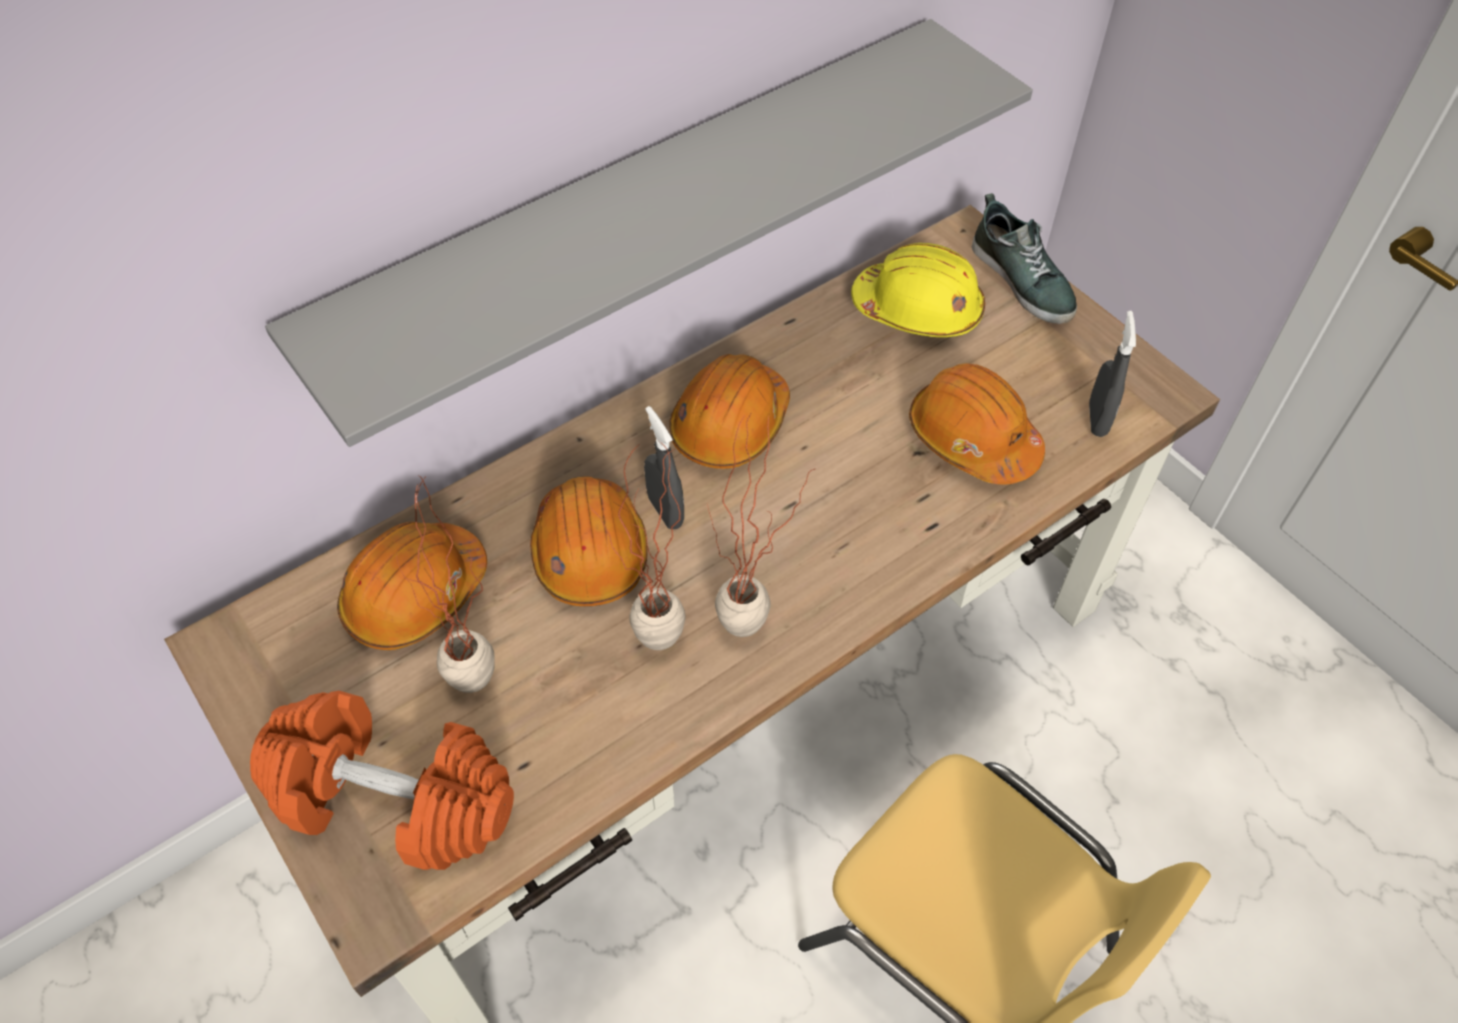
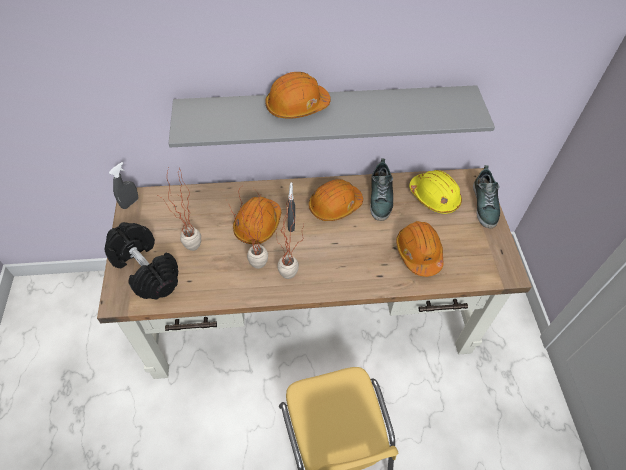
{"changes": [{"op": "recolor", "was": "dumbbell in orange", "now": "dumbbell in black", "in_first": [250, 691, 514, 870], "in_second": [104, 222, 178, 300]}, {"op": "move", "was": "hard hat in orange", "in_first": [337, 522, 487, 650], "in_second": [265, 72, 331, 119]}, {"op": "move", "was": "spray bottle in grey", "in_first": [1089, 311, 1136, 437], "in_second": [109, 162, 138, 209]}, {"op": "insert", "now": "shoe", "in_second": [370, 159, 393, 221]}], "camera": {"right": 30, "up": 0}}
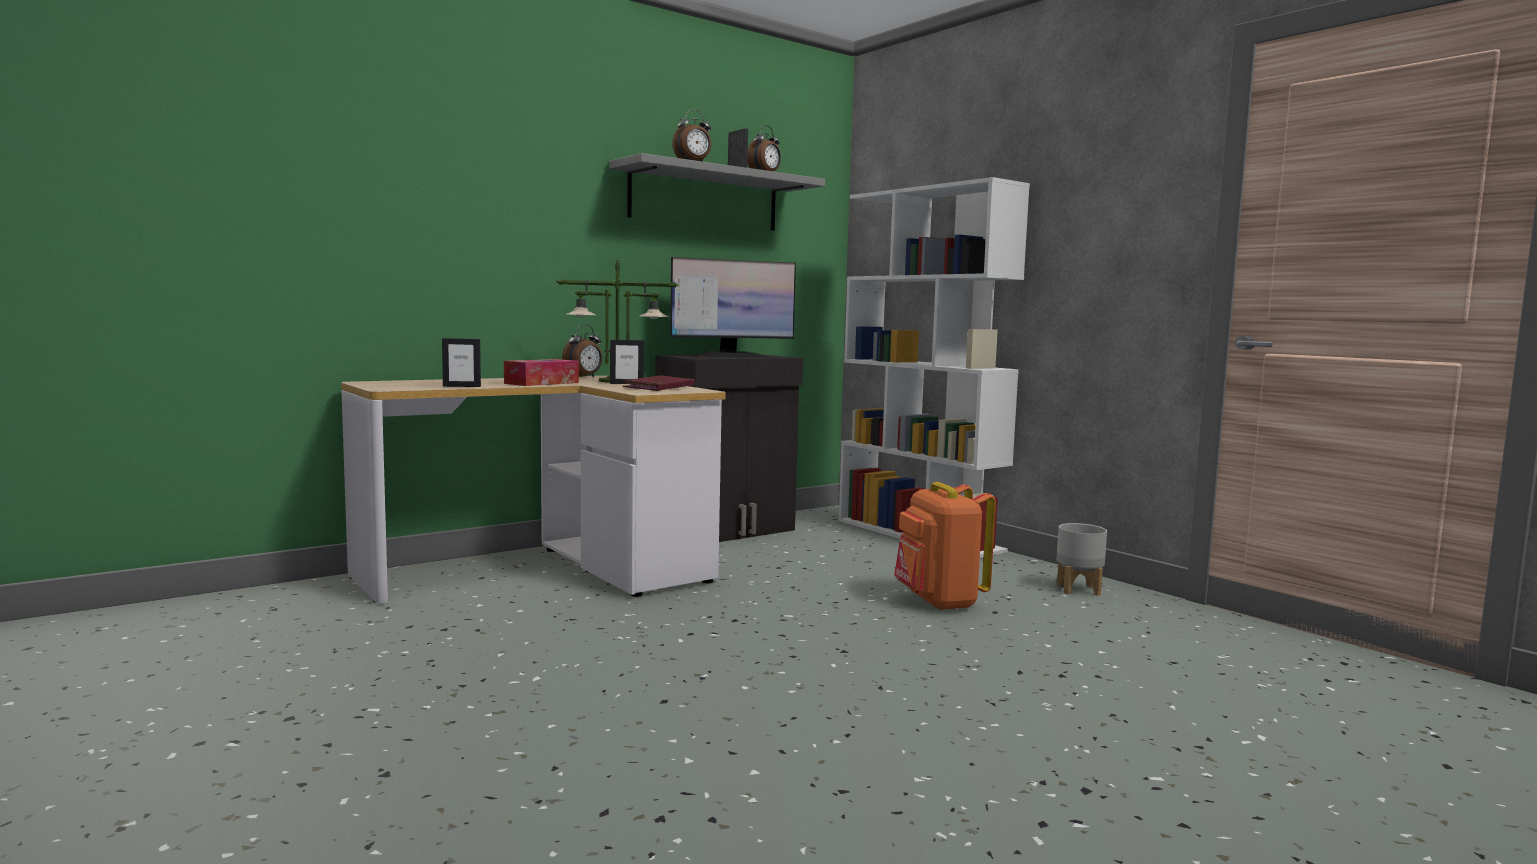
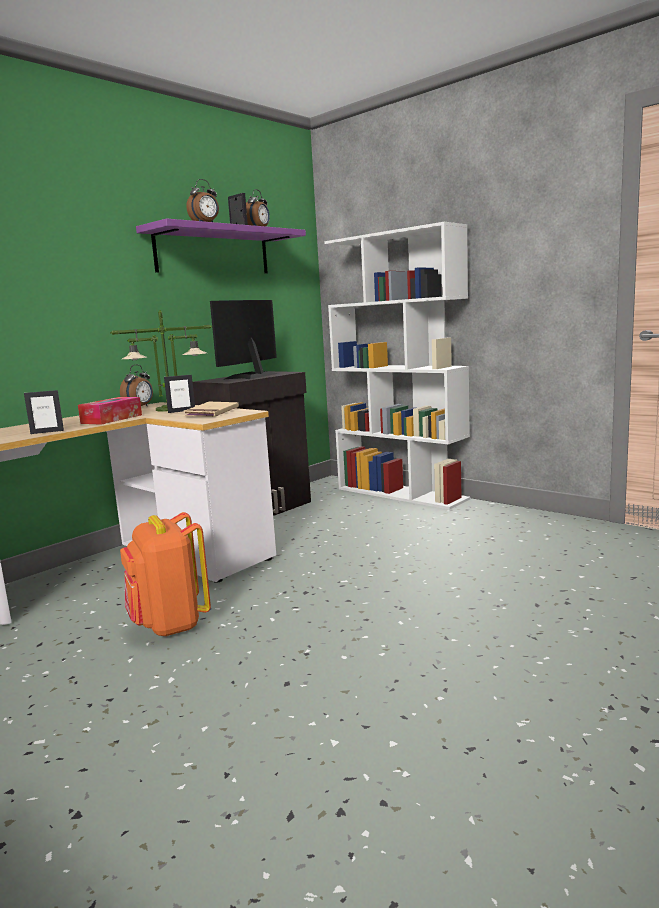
{"changes": [{"op": "recolor", "was": "shelf in grey", "now": "shelf in purple", "in_first": [609, 153, 825, 231], "in_second": [136, 218, 306, 273]}, {"op": "recolor", "was": "book in red", "now": "book in beige", "in_first": [623, 375, 695, 391], "in_second": [184, 402, 239, 417]}, {"op": "rotate", "was": "monitor", "in_first": [670, 257, 796, 358], "in_second": [210, 300, 278, 379], "clockwise": 150}, {"op": "move", "was": "backpack in orange", "in_first": [894, 482, 996, 611], "in_second": [120, 512, 211, 637]}, {"op": "delete", "was": "planter in grey", "in_first": [1056, 523, 1107, 596]}], "camera": {"right": -10, "up": 5}}
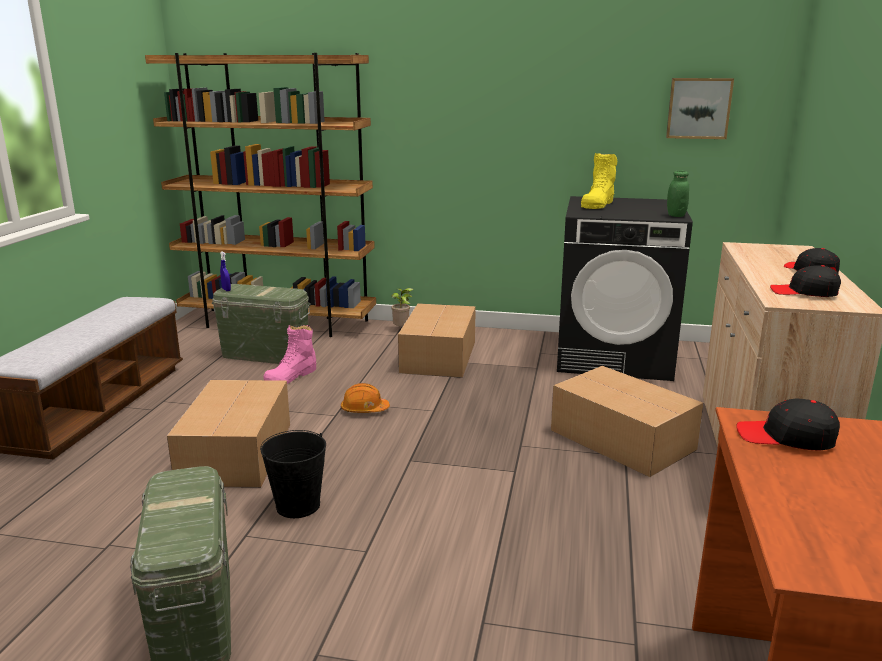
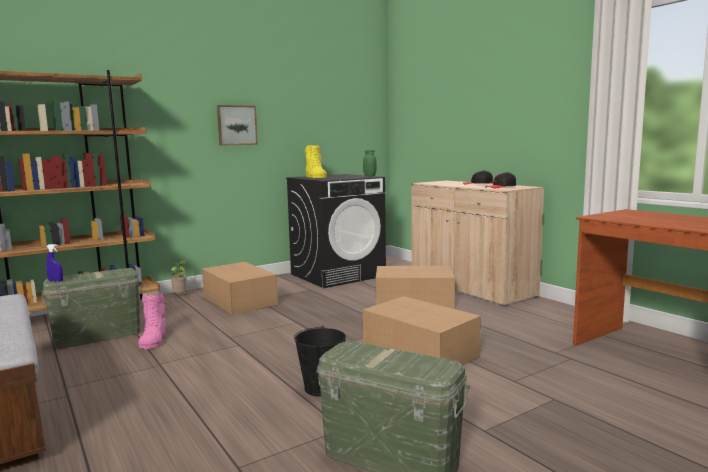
{"changes": [{"op": "move", "was": "cardboard box", "in_first": [167, 380, 290, 488], "in_second": [362, 296, 481, 365]}, {"op": "delete", "was": "hard hat in orange", "in_first": [341, 383, 390, 413]}, {"op": "move", "was": "picture", "in_first": [666, 78, 734, 139], "in_second": [217, 105, 258, 146]}, {"op": "delete", "was": "cap in black", "in_first": [736, 398, 840, 451]}], "camera": {"right": -45, "up": -10}}
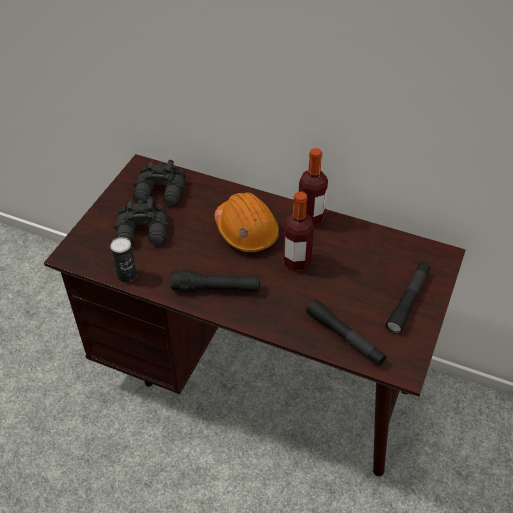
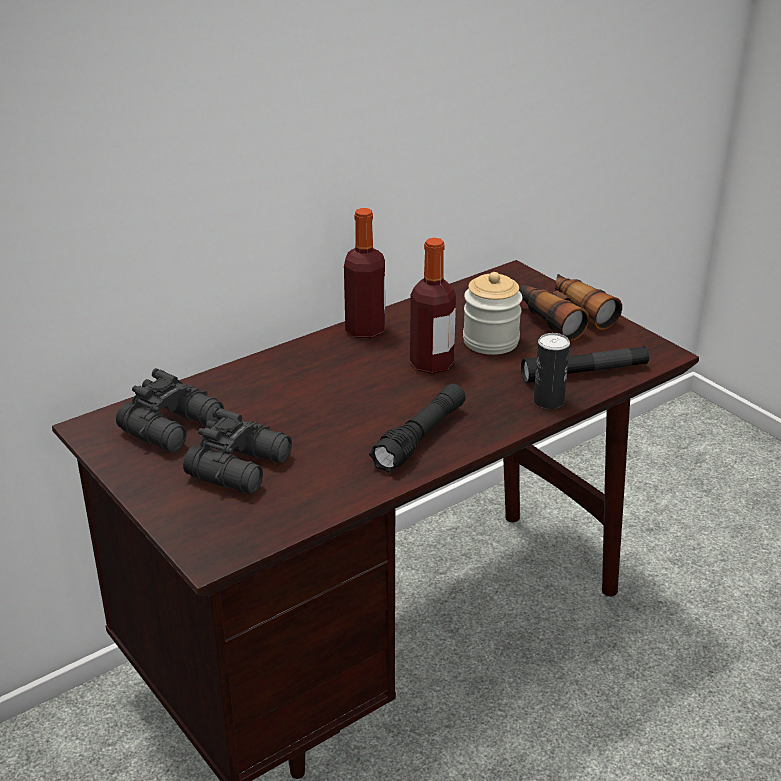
{"changes": [{"op": "move", "was": "can", "in_first": [110, 237, 137, 283], "in_second": [534, 333, 570, 409]}, {"op": "delete", "was": "hard hat in orange", "in_first": [214, 192, 279, 252]}, {"op": "replace", "was": "flashlight in black", "now": "binoculars", "in_first": [385, 262, 430, 334], "in_second": [519, 274, 622, 341]}, {"op": "insert", "now": "jar", "in_second": [463, 272, 522, 355]}], "camera": {"right": -60, "up": -15}}
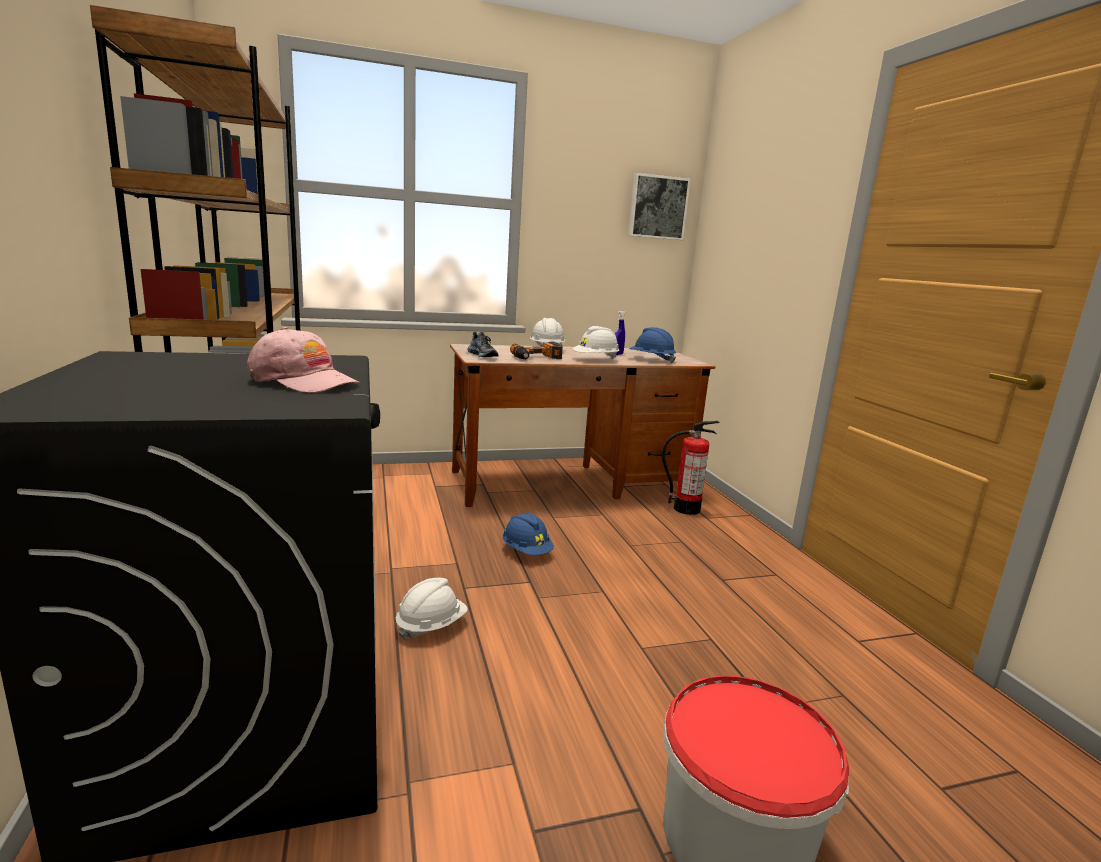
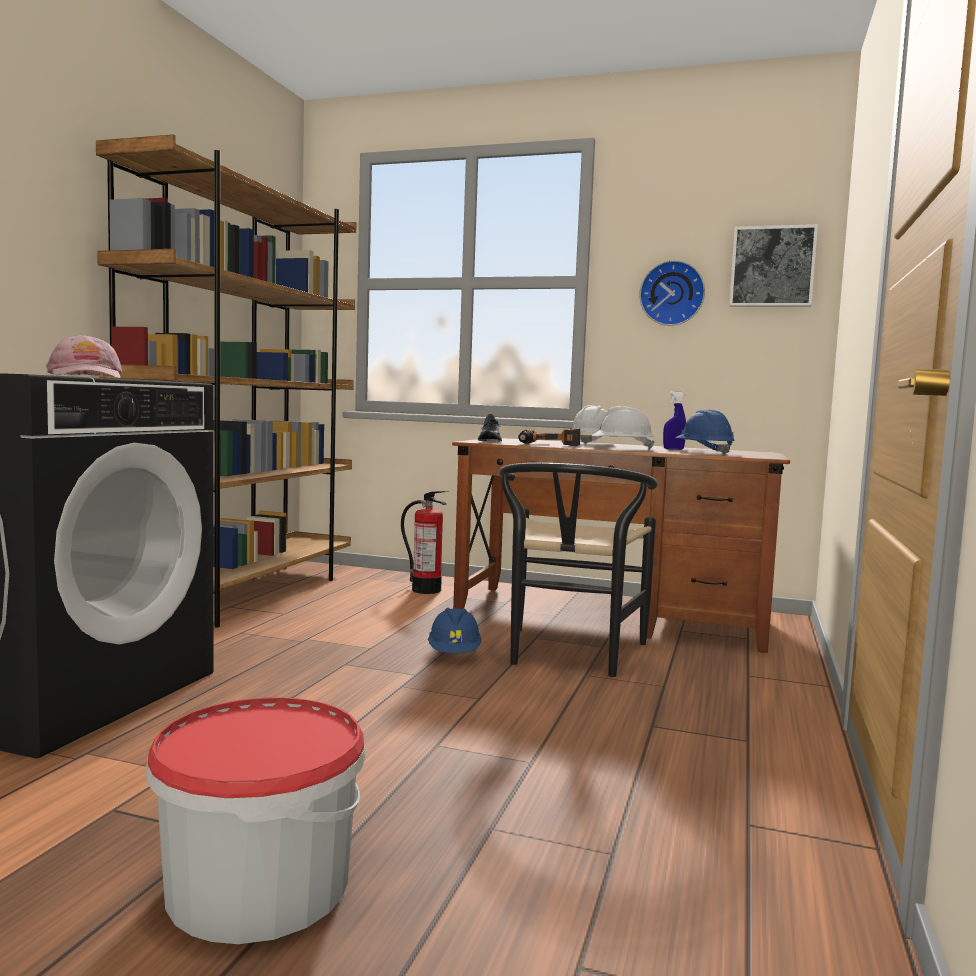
{"changes": [{"op": "delete", "was": "hard hat in white", "in_first": [396, 578, 468, 640]}, {"op": "move", "was": "fire extinguisher", "in_first": [662, 421, 720, 515], "in_second": [401, 491, 448, 594]}, {"op": "insert", "now": "chair in black", "in_second": [499, 463, 658, 677]}, {"op": "insert", "now": "wall clock", "in_second": [639, 260, 705, 326]}], "camera": {"right": 35, "up": -10}}
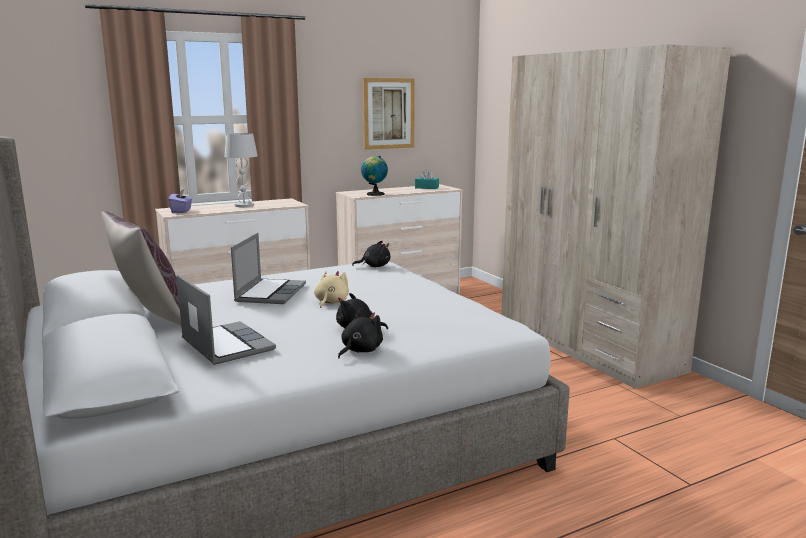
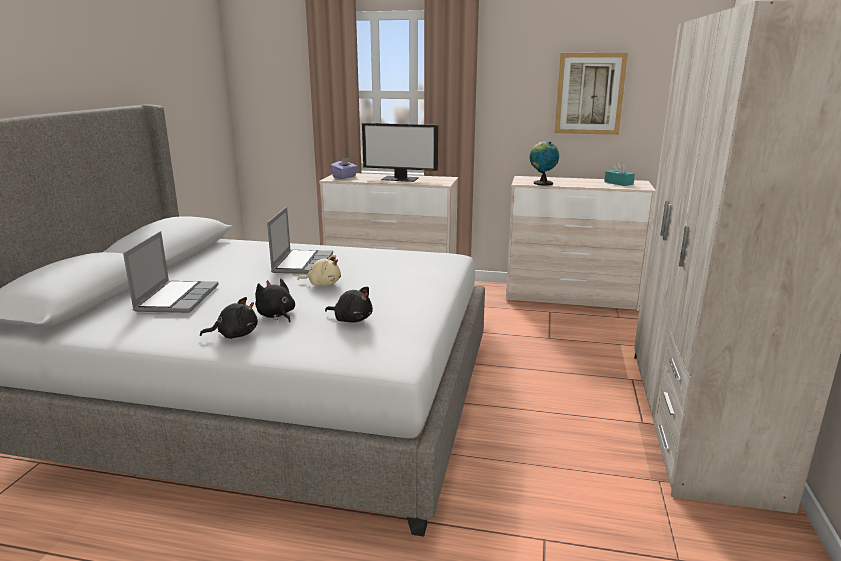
{"changes": [{"op": "delete", "was": "pillow in brown", "in_first": [101, 211, 181, 326]}, {"op": "replace", "was": "table lamp in white", "now": "monitor", "in_first": [224, 133, 258, 207], "in_second": [362, 123, 438, 182]}, {"op": "rotate", "was": "laptop", "in_first": [231, 233, 306, 304], "in_second": [267, 207, 333, 274], "clockwise": -45}, {"op": "rotate", "was": "plush toy in beige", "in_first": [314, 271, 349, 308], "in_second": [297, 255, 341, 286], "clockwise": 45}, {"op": "move", "was": "plush toy in black", "in_first": [352, 241, 390, 267], "in_second": [325, 287, 373, 323]}], "camera": {"right": 40, "up": 5}}
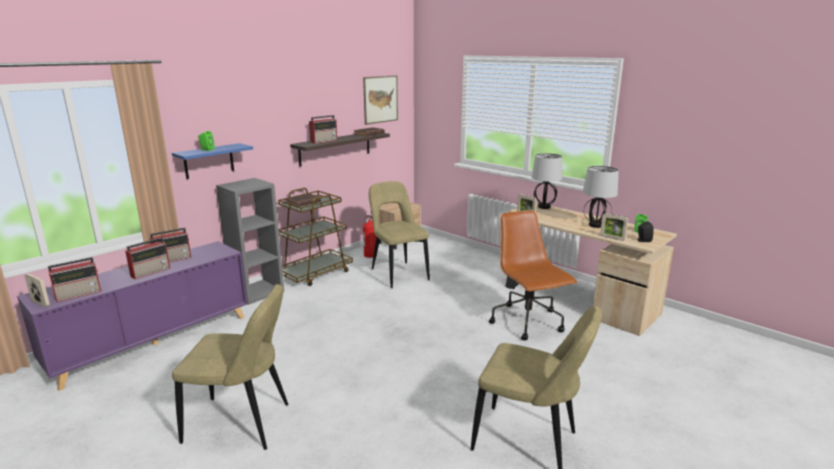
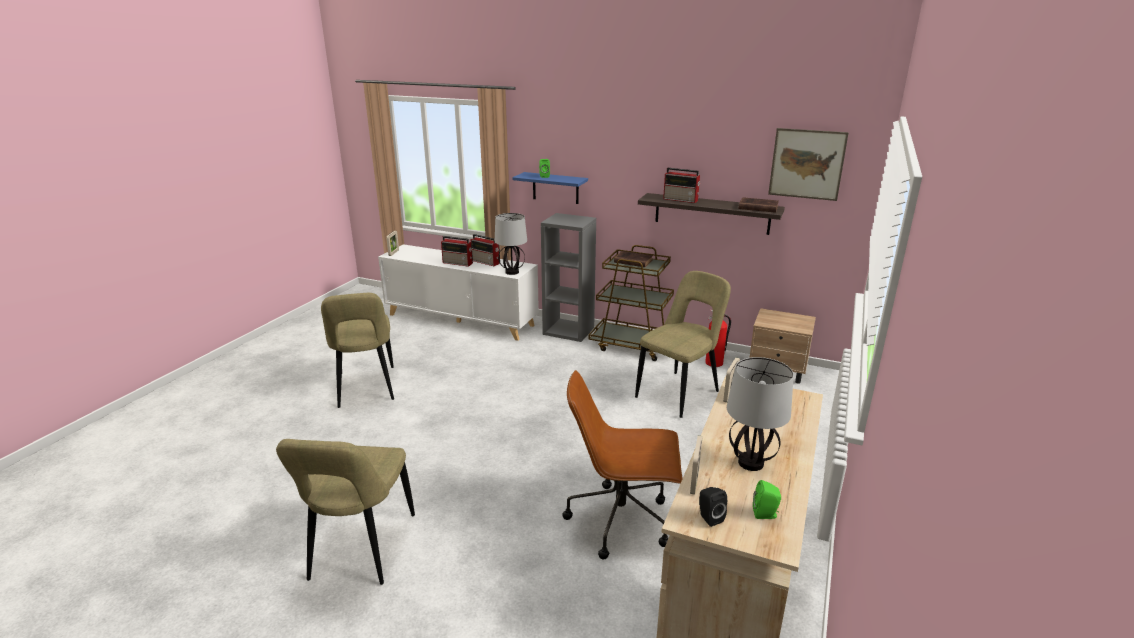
{"changes": [{"op": "recolor", "was": "cabinet in purple", "now": "cabinet in white", "in_first": [17, 241, 248, 391], "in_second": [378, 244, 539, 341]}, {"op": "delete", "was": "radio", "in_first": [47, 257, 101, 302]}, {"op": "rotate", "was": "office chair in brown", "in_first": [489, 210, 577, 340], "in_second": [562, 370, 683, 560], "clockwise": -135}, {"op": "move", "was": "table lamp", "in_first": [532, 153, 562, 209], "in_second": [495, 213, 527, 275]}], "camera": {"right": 70, "up": 5}}
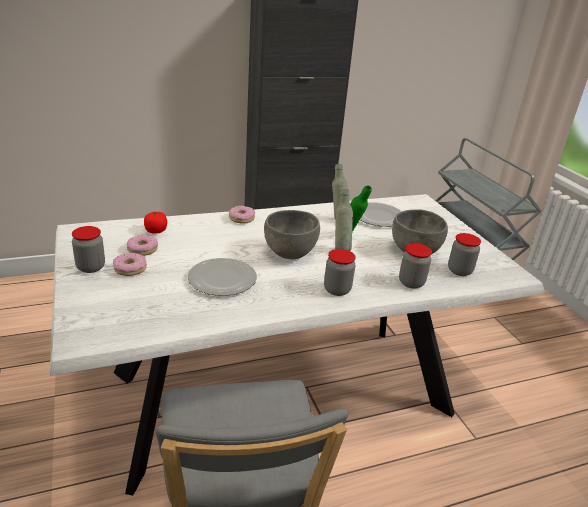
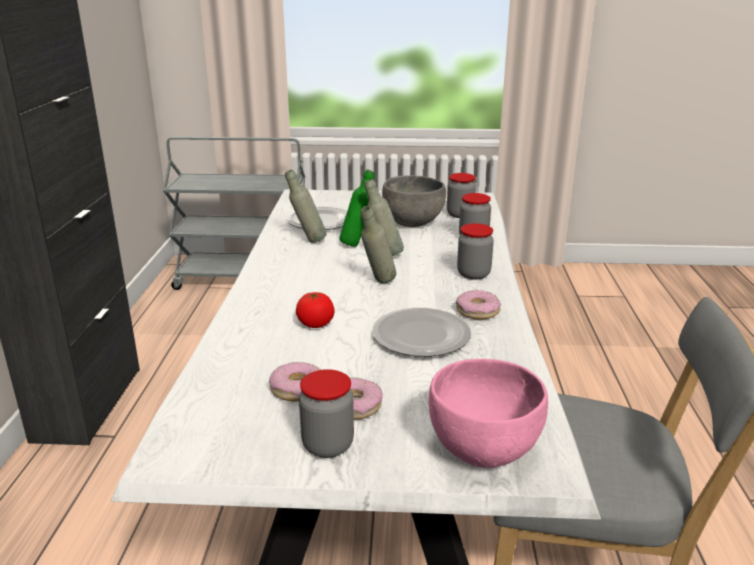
{"changes": [{"op": "move", "was": "tomato", "in_first": [144, 211, 167, 234], "in_second": [296, 292, 335, 328]}, {"op": "move", "was": "donut", "in_first": [229, 205, 255, 224], "in_second": [456, 290, 501, 320]}, {"op": "replace", "was": "bowl in grey", "now": "bottle in grey", "in_first": [264, 210, 320, 259], "in_second": [361, 206, 396, 283]}, {"op": "insert", "now": "bowl in pink", "in_second": [429, 359, 548, 468]}], "camera": {"right": -65, "up": -5}}
